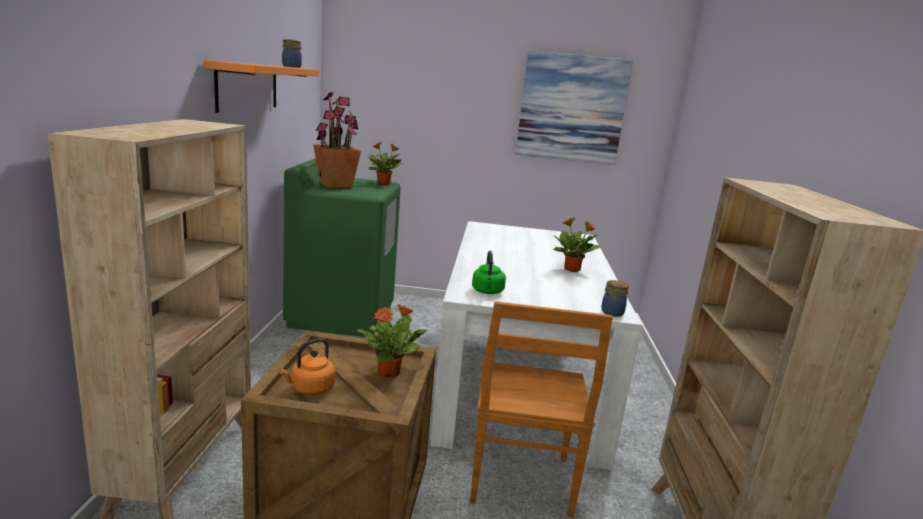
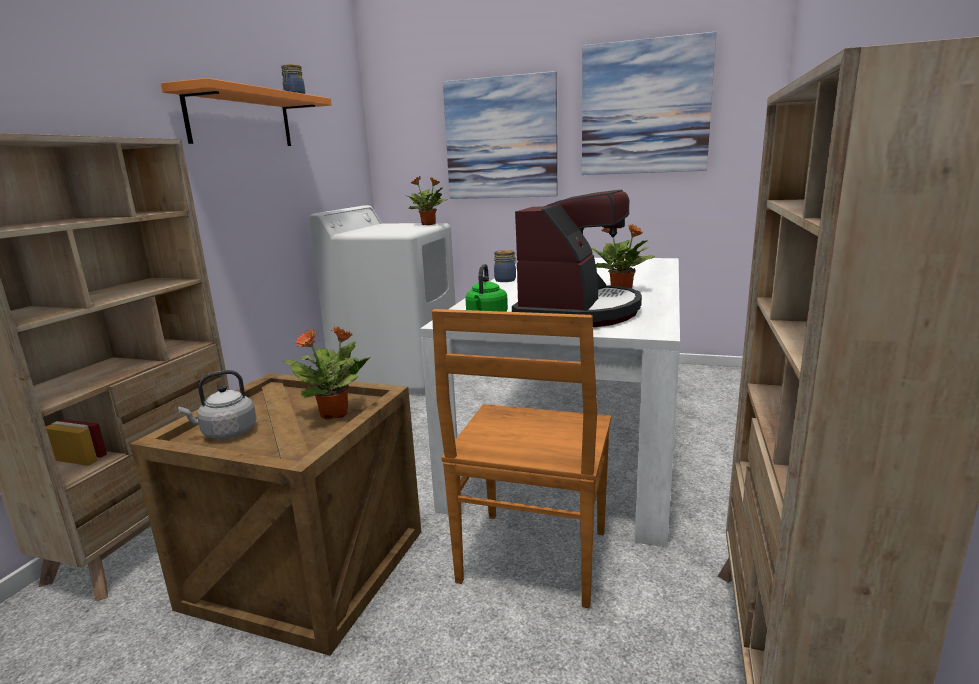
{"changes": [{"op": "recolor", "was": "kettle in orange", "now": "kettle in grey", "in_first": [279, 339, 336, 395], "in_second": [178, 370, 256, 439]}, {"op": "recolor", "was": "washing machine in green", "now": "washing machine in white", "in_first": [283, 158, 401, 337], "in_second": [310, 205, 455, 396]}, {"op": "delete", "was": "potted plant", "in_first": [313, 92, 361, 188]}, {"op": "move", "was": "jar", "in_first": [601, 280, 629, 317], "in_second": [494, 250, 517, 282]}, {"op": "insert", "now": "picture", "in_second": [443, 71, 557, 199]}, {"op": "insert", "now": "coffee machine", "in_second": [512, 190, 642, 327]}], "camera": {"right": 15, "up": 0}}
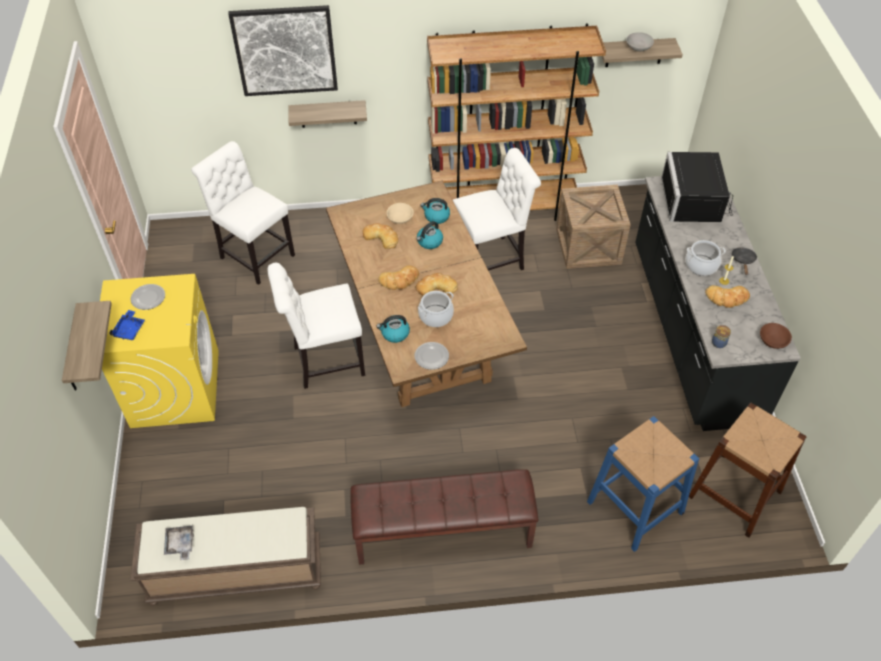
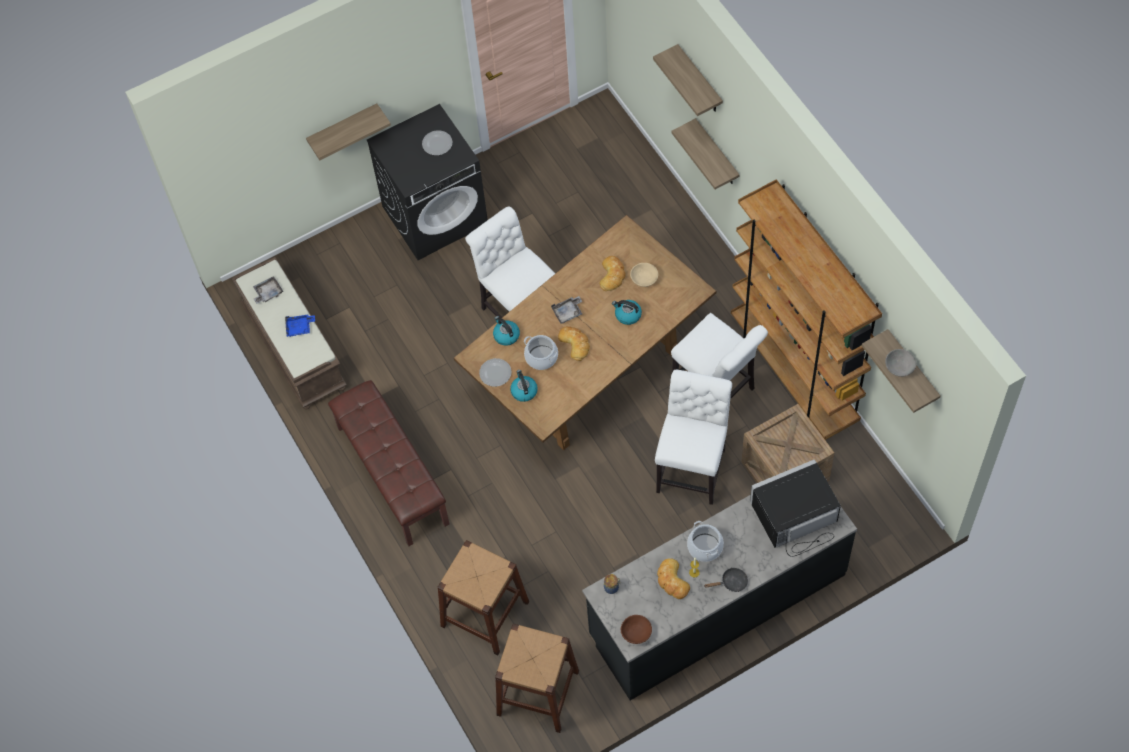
{"changes": [{"op": "recolor", "was": "washing machine in yellow", "now": "washing machine in black", "in_first": [100, 274, 219, 428], "in_second": [367, 104, 488, 260]}, {"op": "move", "was": "tray in blue", "in_first": [109, 310, 145, 340], "in_second": [285, 314, 315, 337]}, {"op": "move", "was": "chair in white", "in_first": [191, 141, 295, 285], "in_second": [655, 370, 732, 505]}, {"op": "replace", "was": "picture", "now": "shelf", "in_first": [228, 5, 338, 96], "in_second": [653, 44, 723, 116]}, {"op": "replace", "was": "bread", "now": "tray in grey", "in_first": [378, 265, 419, 290], "in_second": [551, 296, 582, 324]}, {"op": "move", "was": "kettle", "in_first": [420, 198, 450, 224], "in_second": [510, 370, 538, 402]}, {"op": "recolor", "was": "stool in blue", "now": "stool in brown", "in_first": [587, 416, 699, 552], "in_second": [437, 540, 529, 656]}], "camera": {"right": 70, "up": 10}}
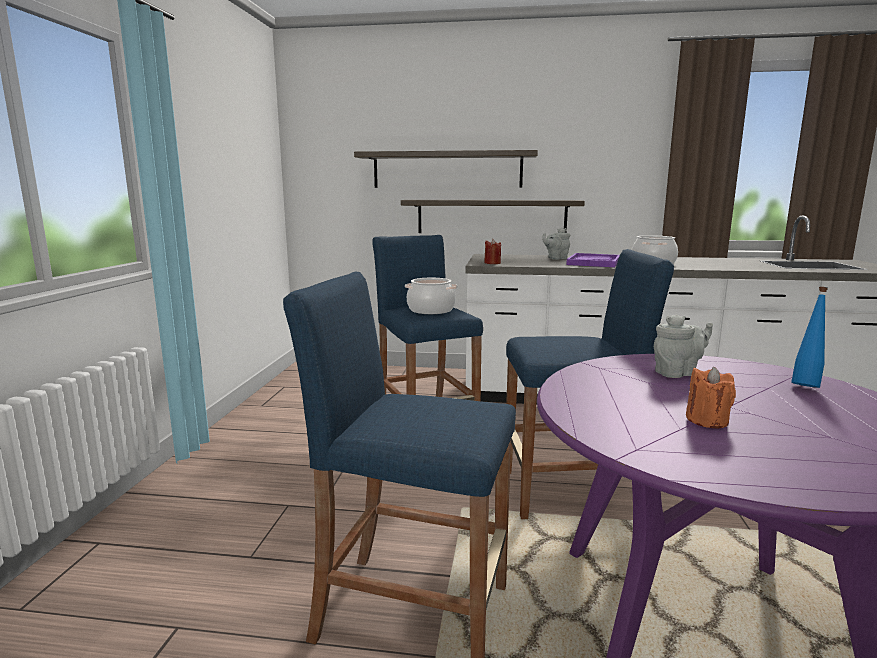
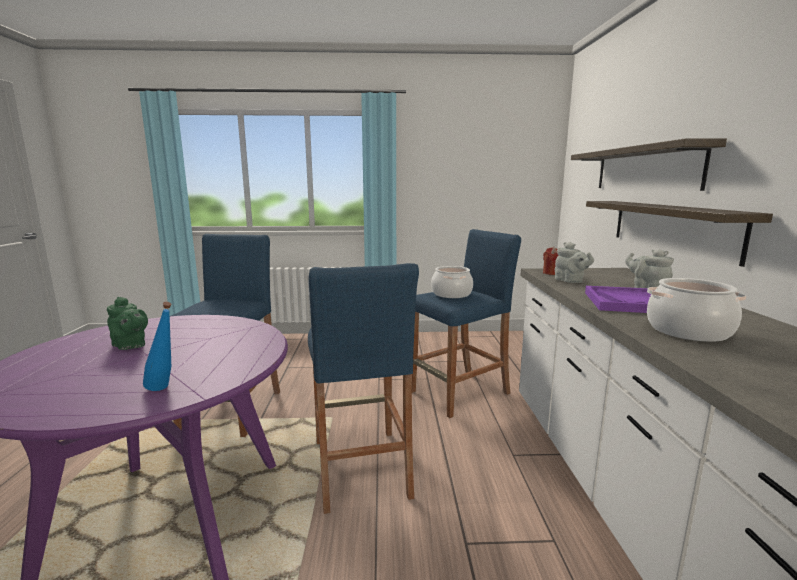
{"changes": [{"op": "move", "was": "teapot in grey", "in_first": [654, 314, 713, 378], "in_second": [555, 242, 594, 283]}, {"op": "replace", "was": "candle in orange", "now": "teapot in green", "in_first": [686, 367, 736, 429], "in_second": [107, 297, 148, 350]}], "camera": {"right": 80, "up": 0}}
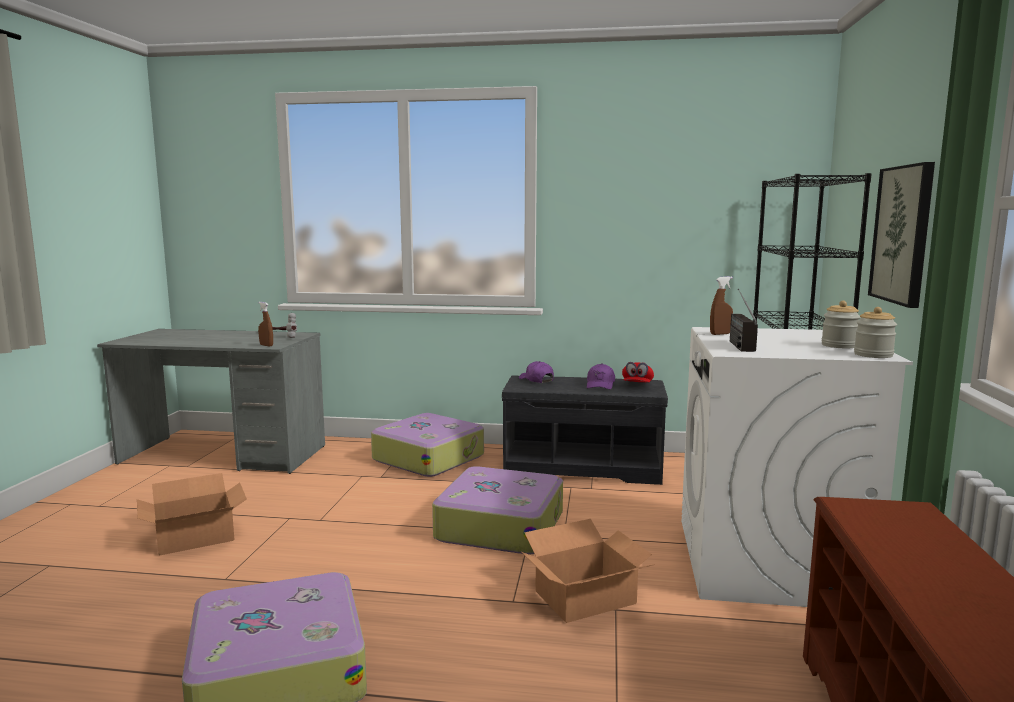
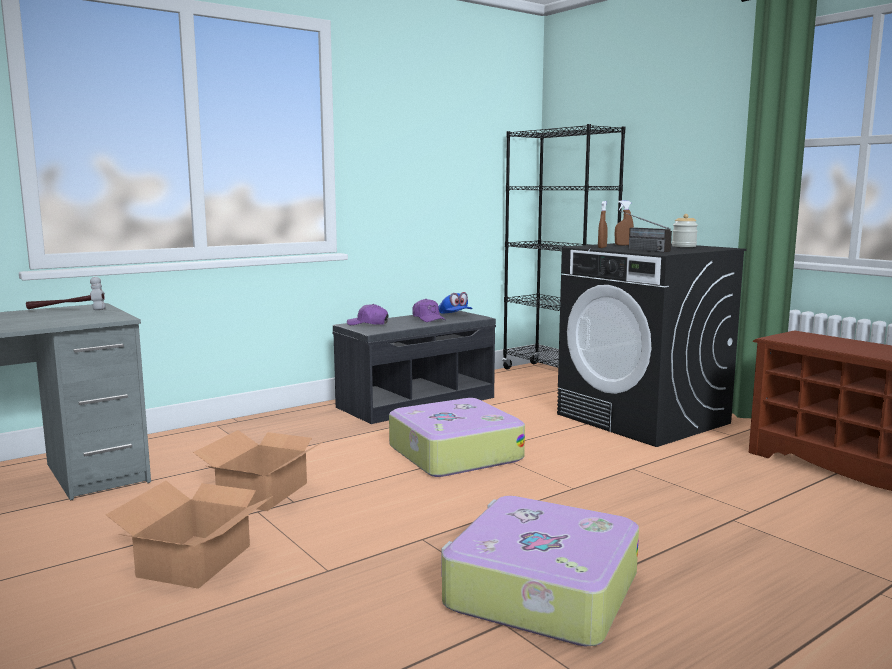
{"changes": [{"op": "move", "was": "spray bottle in brown", "in_first": [258, 302, 273, 346], "in_second": [615, 201, 634, 245]}, {"op": "delete", "was": "suitcase", "in_first": [371, 413, 484, 477]}, {"op": "move", "was": "cardboard box", "in_first": [522, 519, 652, 623], "in_second": [193, 430, 326, 511]}, {"op": "recolor", "was": "cap in red", "now": "cap in blue", "in_first": [622, 362, 654, 382], "in_second": [439, 292, 473, 313]}, {"op": "recolor", "was": "washing machine in white", "now": "washing machine in black", "in_first": [681, 327, 913, 607], "in_second": [557, 243, 747, 447]}, {"op": "delete", "was": "jar", "in_first": [854, 307, 897, 358]}, {"op": "delete", "was": "picture", "in_first": [868, 162, 935, 308]}], "camera": {"right": -45, "up": 0}}
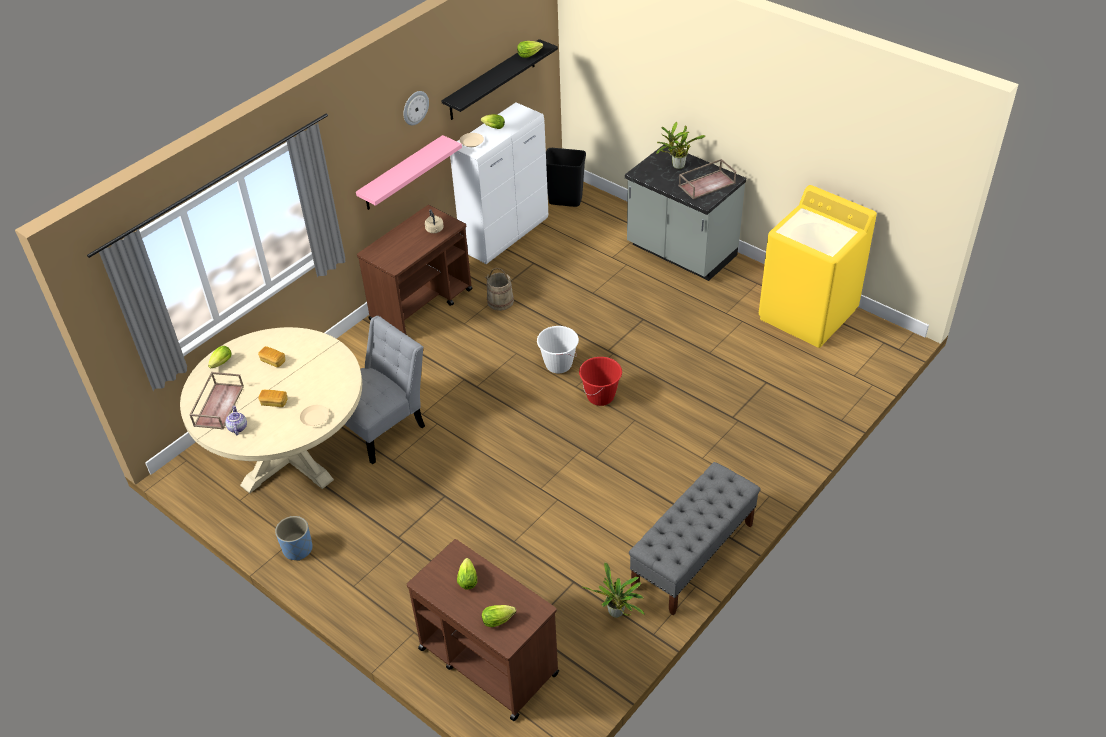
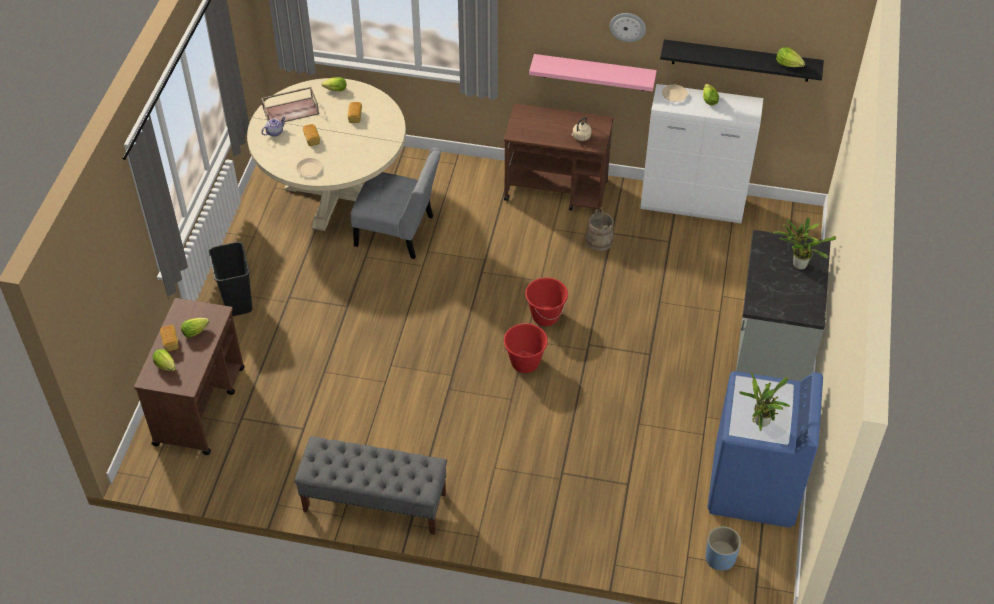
{"changes": [{"op": "move", "was": "planter in blue", "in_first": [275, 516, 313, 561], "in_second": [705, 526, 741, 571]}, {"op": "recolor", "was": "bucket in white", "now": "bucket in red", "in_first": [537, 326, 579, 374], "in_second": [525, 278, 568, 326]}, {"op": "move", "was": "trash can in black", "in_first": [546, 148, 586, 207], "in_second": [209, 242, 253, 316]}, {"op": "move", "was": "potted plant", "in_first": [581, 562, 645, 618], "in_second": [739, 372, 790, 431]}, {"op": "delete", "was": "tray in brown", "in_first": [679, 159, 736, 199]}, {"op": "recolor", "was": "washing machine in yellow", "now": "washing machine in blue", "in_first": [759, 185, 877, 348], "in_second": [708, 371, 823, 528]}, {"op": "insert", "now": "bread", "in_second": [160, 325, 179, 351]}], "camera": {"right": 60, "up": 5}}
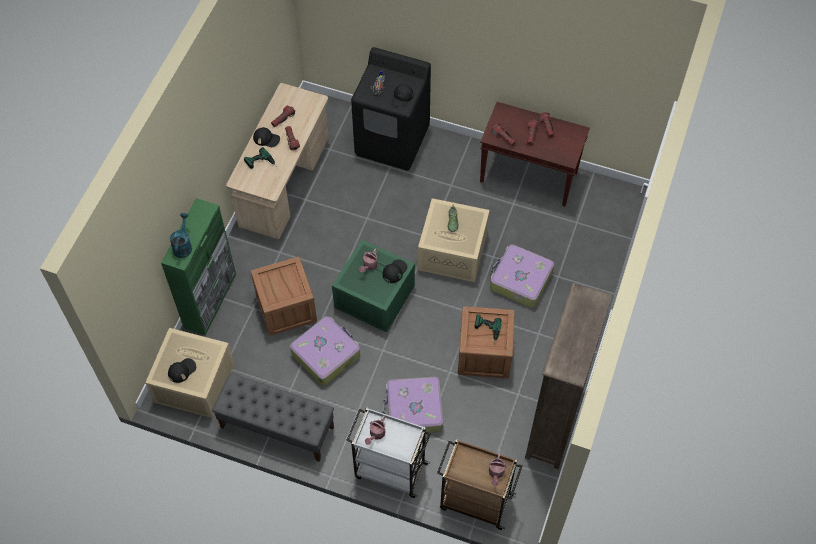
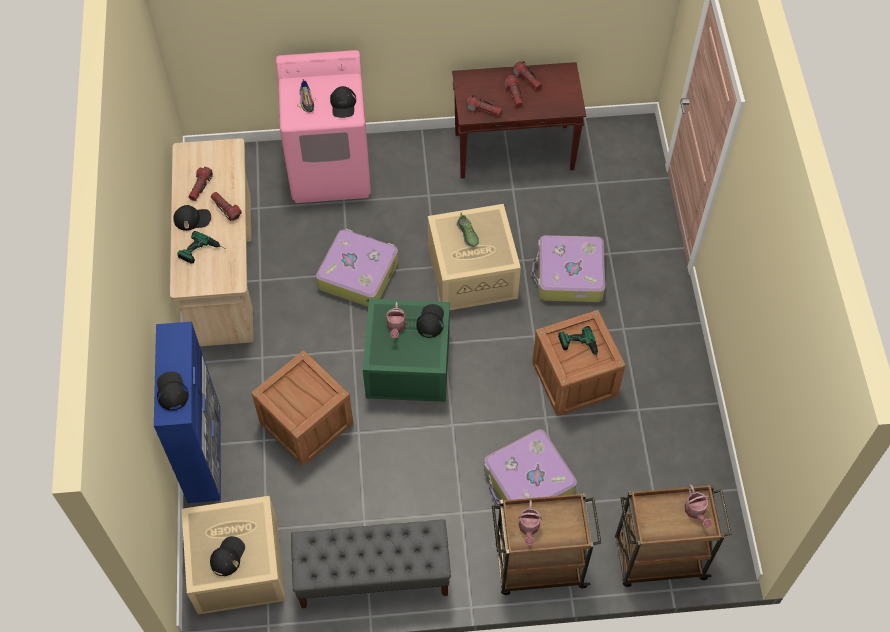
{"changes": [{"op": "recolor", "was": "cabinet in green", "now": "cabinet in blue", "in_first": [161, 198, 236, 336], "in_second": [154, 322, 221, 503]}, {"op": "replace", "was": "watering can in turquoise", "now": "cap in black", "in_first": [170, 213, 192, 258], "in_second": [157, 371, 189, 411]}, {"op": "move", "was": "suitcase", "in_first": [290, 316, 360, 386], "in_second": [316, 229, 399, 307]}, {"op": "recolor", "was": "cart in white", "now": "cart in brown", "in_first": [347, 407, 431, 498], "in_second": [492, 493, 601, 595]}, {"op": "recolor", "was": "washing machine in black", "now": "washing machine in pink", "in_first": [351, 47, 431, 171], "in_second": [276, 50, 371, 203]}, {"op": "delete", "was": "bookcase in brown", "in_first": [525, 283, 612, 469]}], "camera": {"right": -25, "up": 0}}
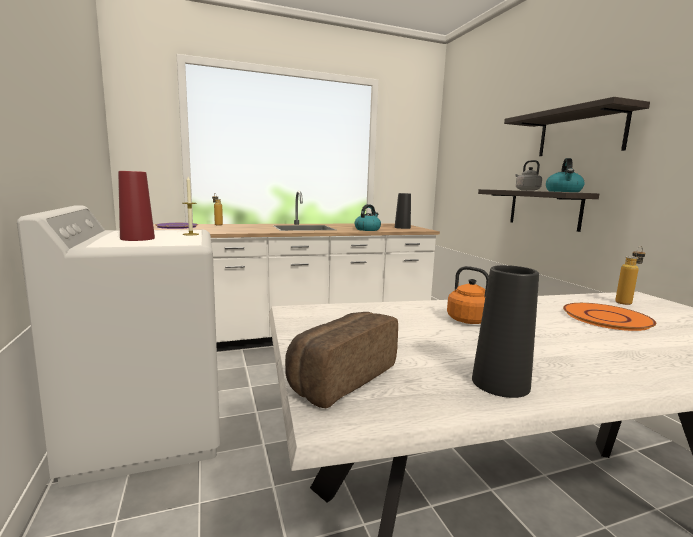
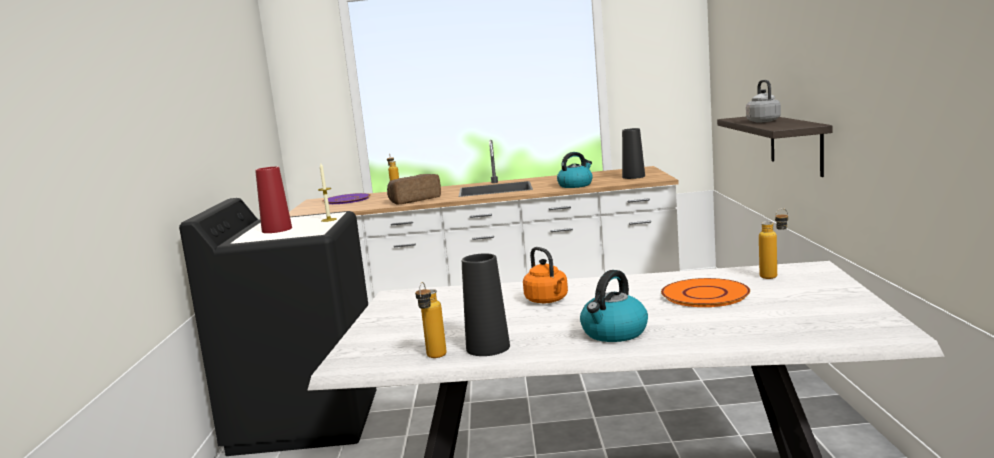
{"changes": [{"op": "recolor", "was": "washing machine in white", "now": "washing machine in black", "in_first": [17, 206, 220, 488], "in_second": [179, 198, 376, 456]}, {"op": "move", "was": "bread", "in_first": [285, 312, 398, 408], "in_second": [387, 174, 441, 204]}, {"op": "delete", "was": "shelf", "in_first": [504, 97, 650, 156]}, {"op": "move", "was": "kettle", "in_first": [546, 158, 585, 192], "in_second": [580, 270, 648, 342]}, {"op": "insert", "now": "bottle", "in_second": [415, 282, 446, 358]}], "camera": {"right": 20, "up": 0}}
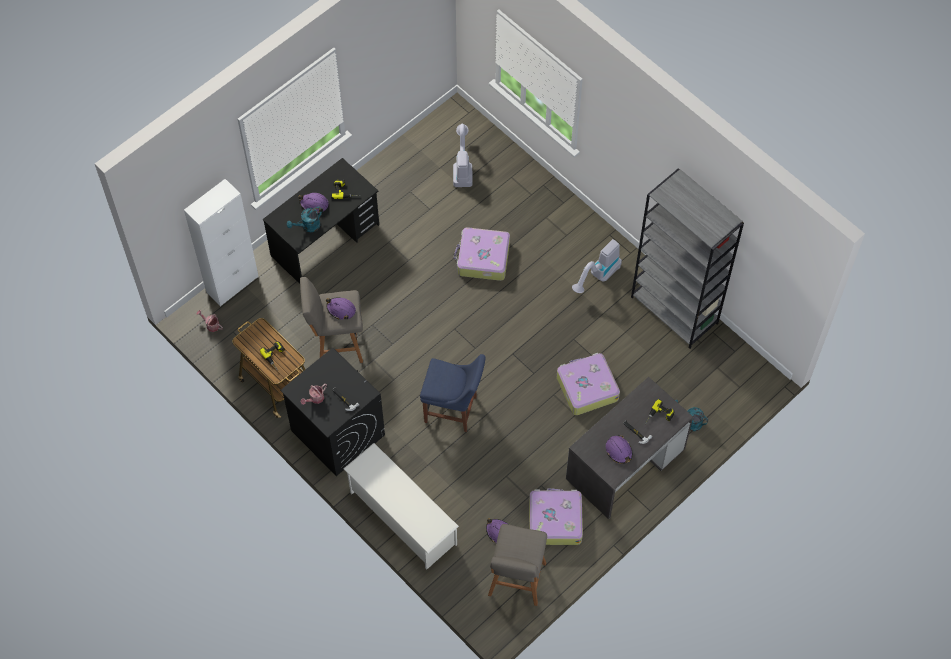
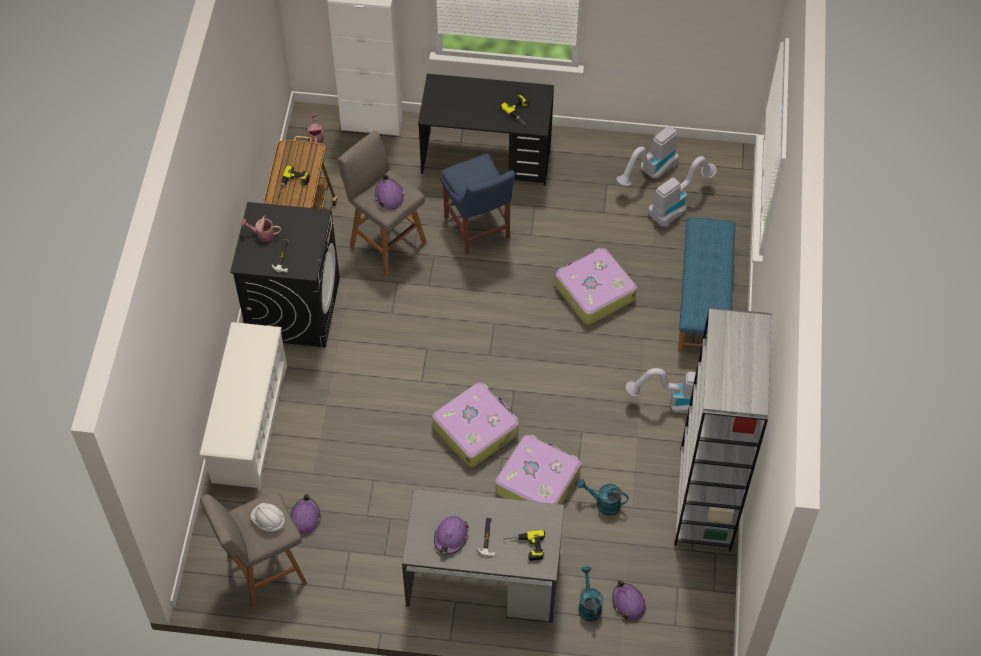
{"changes": [{"op": "move", "was": "watering can in turquoise", "in_first": [287, 207, 322, 232], "in_second": [577, 479, 628, 515]}, {"op": "move", "was": "hard hat in purple", "in_first": [298, 193, 329, 213], "in_second": [612, 580, 646, 620]}, {"op": "move", "was": "chair in blue", "in_first": [420, 354, 486, 432], "in_second": [440, 154, 515, 254]}, {"op": "move", "was": "suitcase", "in_first": [529, 488, 583, 545], "in_second": [432, 383, 519, 467]}, {"op": "insert", "now": "hard hat in white", "in_second": [250, 503, 285, 531]}, {"op": "insert", "now": "vacuum cleaner", "in_second": [616, 126, 679, 186]}, {"op": "insert", "now": "bench in blue", "in_second": [678, 217, 736, 353]}], "camera": {"right": 50, "up": -5}}
